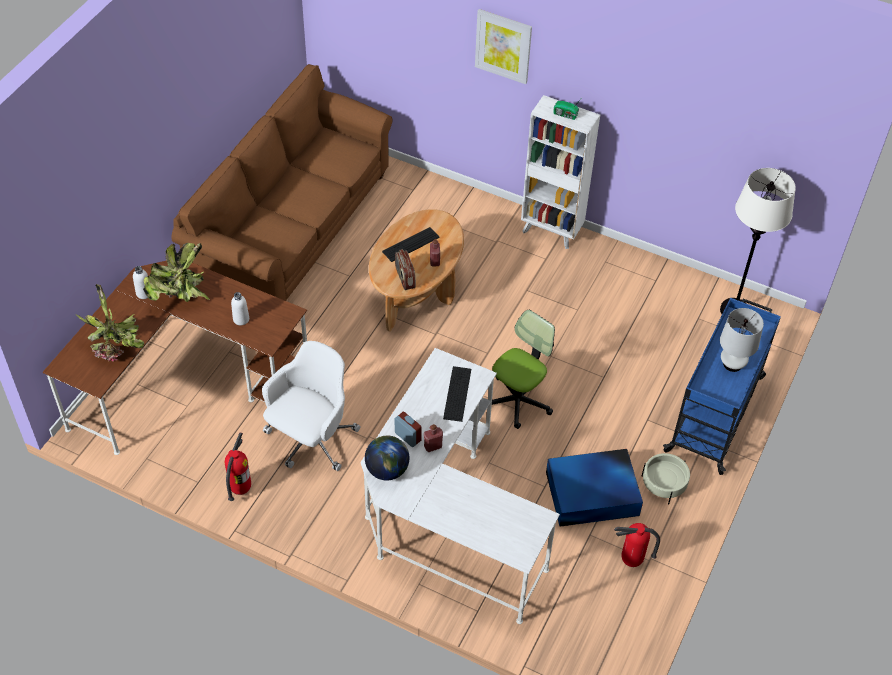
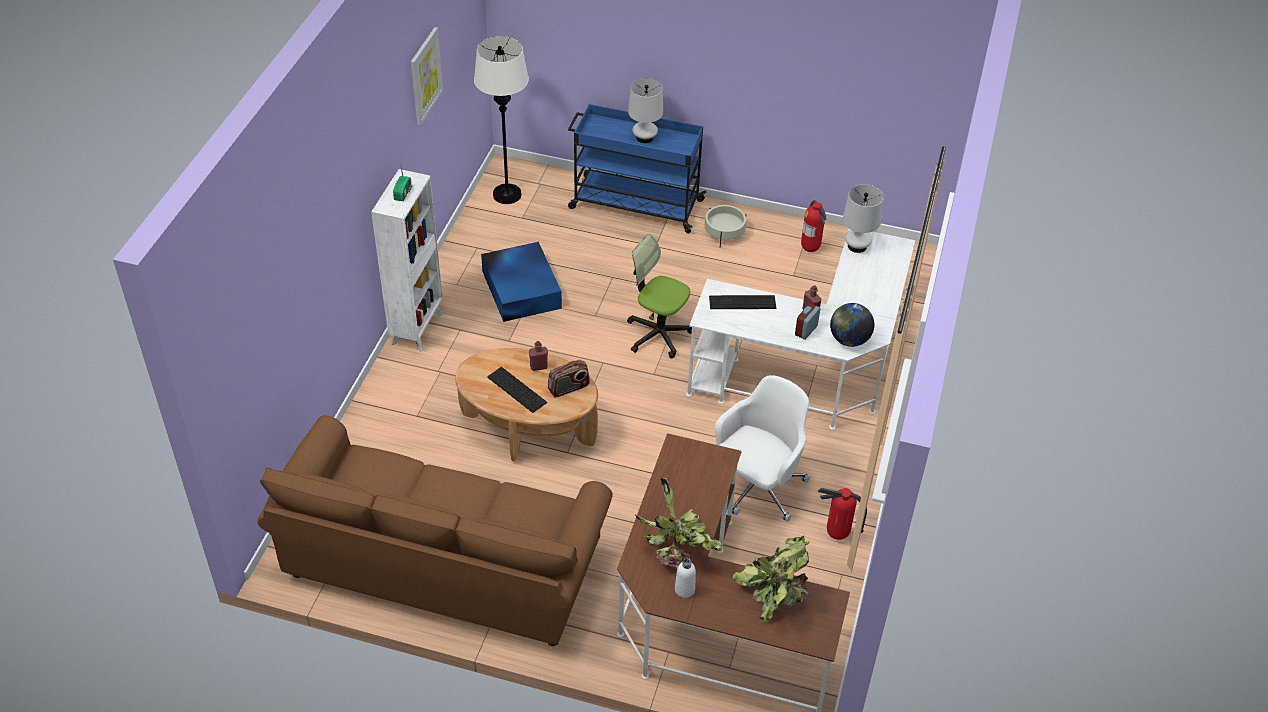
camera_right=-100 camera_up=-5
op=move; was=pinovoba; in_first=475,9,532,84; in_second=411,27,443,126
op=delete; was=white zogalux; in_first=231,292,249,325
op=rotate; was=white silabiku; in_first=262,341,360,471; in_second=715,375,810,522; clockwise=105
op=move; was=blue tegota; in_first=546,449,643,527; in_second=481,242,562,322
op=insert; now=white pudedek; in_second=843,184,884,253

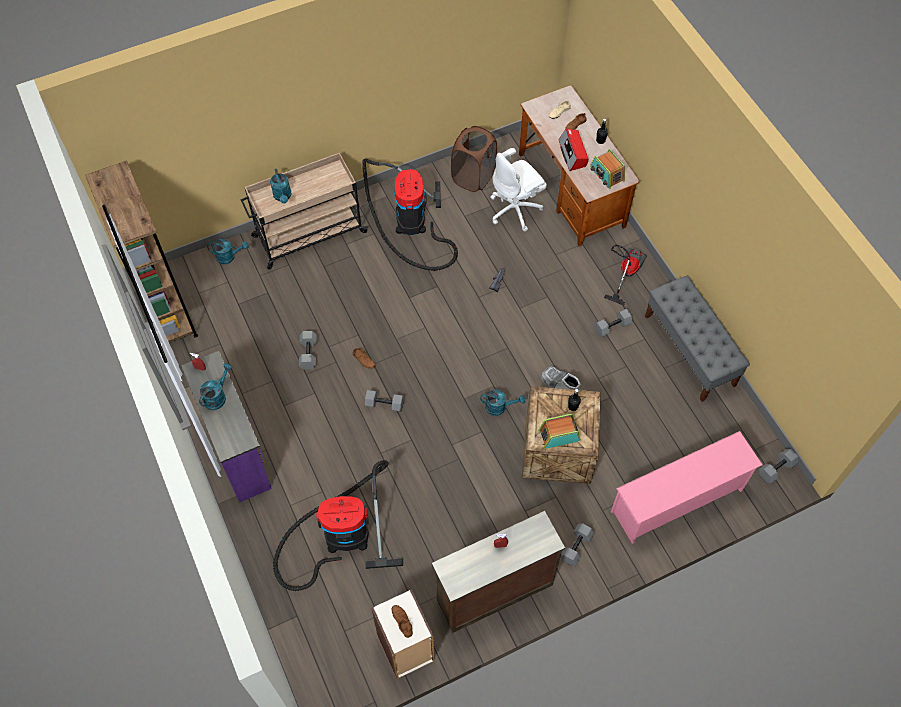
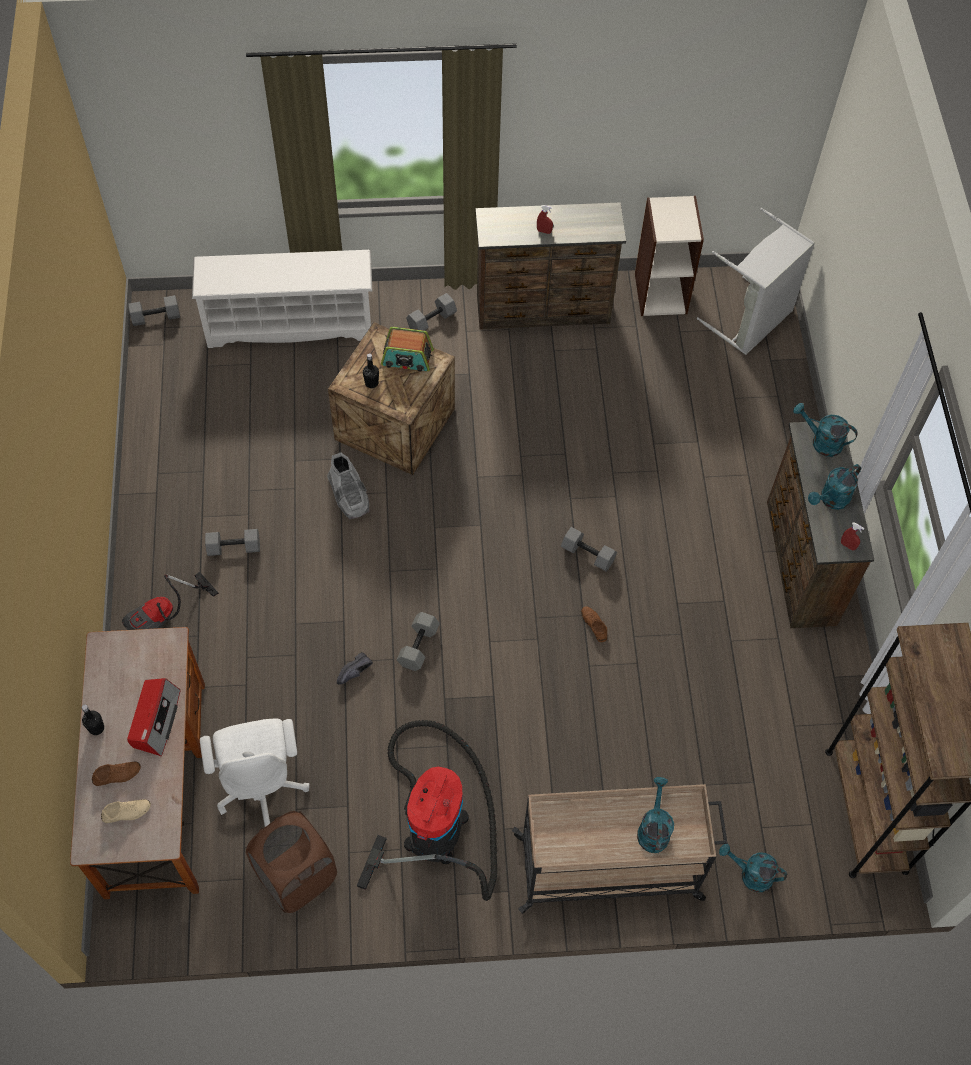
camera_right=-160 camera_up=0
op=rotate; was=white silabiku; in_first=490,148,547,231; in_second=200,718,310,827; clockwise=90
op=delete; was=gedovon; in_first=590,149,625,189
op=delete; was=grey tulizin; in_first=645,275,750,402
op=move; was=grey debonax; in_first=298,331,317,370; in_second=397,612,440,671
op=recolor; was=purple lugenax; now=brown lugenax; in_first=181,351,272,502; in_second=767,421,874,628
op=move; was=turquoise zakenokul; in_first=480,389,525,416; in_second=793,403,858,457
op=recolor; was=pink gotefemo; now=white gotefemo; in_first=611,431,763,544; in_second=192,250,372,348
op=delete; was=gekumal; in_first=273,460,403,591
op=delete; was=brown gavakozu; in_first=392,605,413,638
op=insert; now=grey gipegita; in_second=697,208,815,355

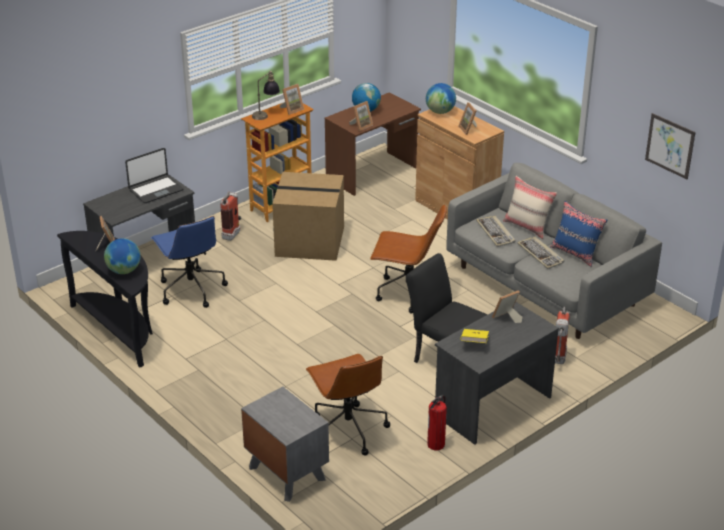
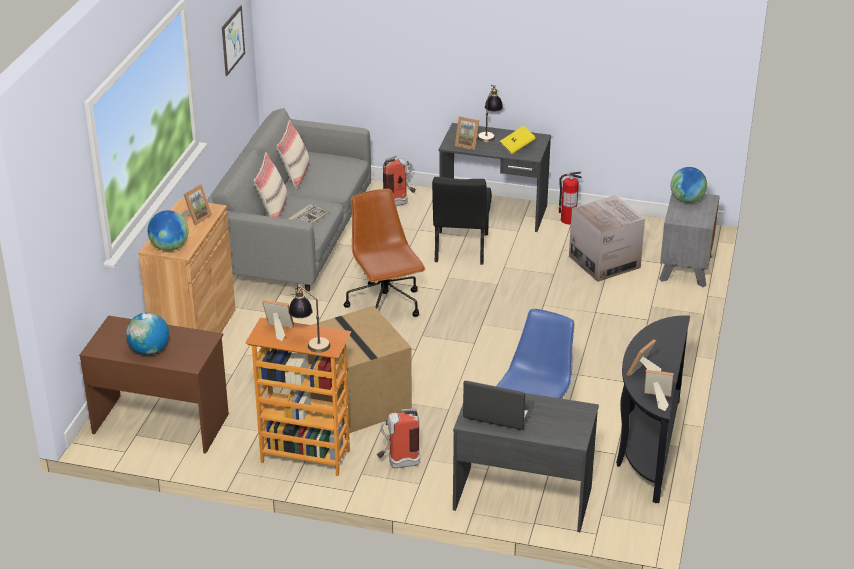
camera_right=-125 camera_up=0
op=move; was=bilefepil; in_first=349,101,373,131; in_second=644,369,674,411
op=recolor; was=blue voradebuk; now=beige voradebuk; in_first=550,201,607,267; in_second=276,120,310,190
op=delete; was=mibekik; in_first=517,237,564,269
op=move; was=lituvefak; in_first=104,238,141,274; in_second=671,167,707,203
op=replace; was=brown silabiku; now=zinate; in_first=306,354,390,456; in_second=569,195,645,282
op=insert; now=pudedek; in_second=478,85,503,142

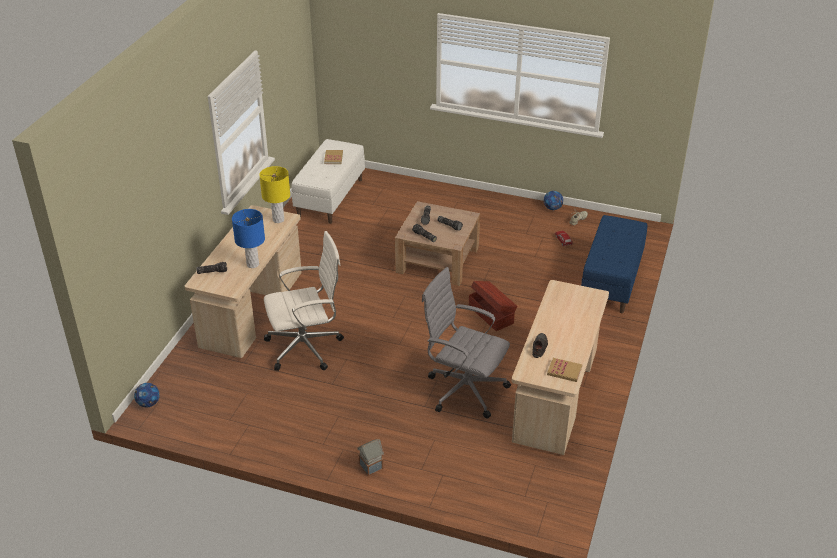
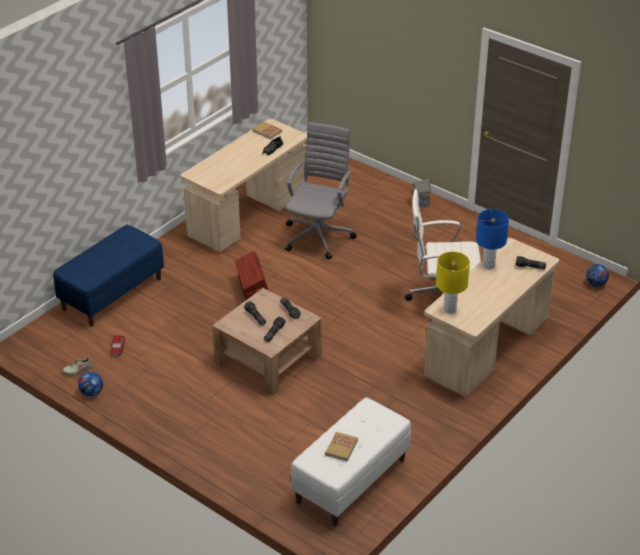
camera_right=-160 camera_up=0
op=rotate; was=grey silabiku; in_first=422,267,511,418; in_second=285,122,357,259; clockwise=-120

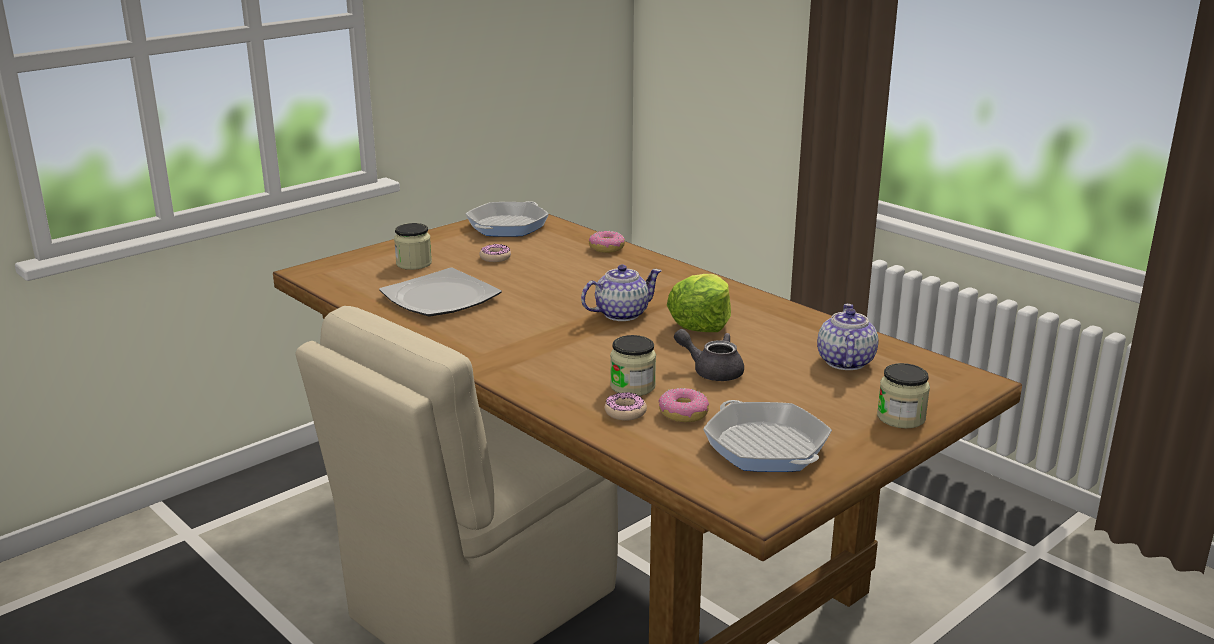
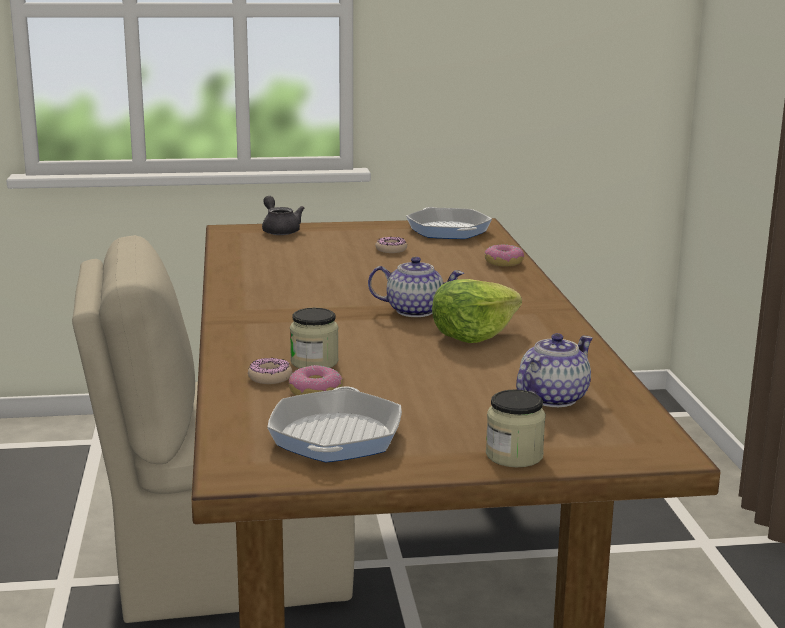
camera_right=35 camera_up=-5
op=rotate; was=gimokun; in_first=465,201,549,237; in_second=406,207,492,239; clockwise=-90
op=delete; was=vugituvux; in_first=394,223,432,270
op=delete; was=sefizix; in_first=379,268,502,316
op=move; was=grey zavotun; in_first=674,329,744,381; in_second=262,196,304,235

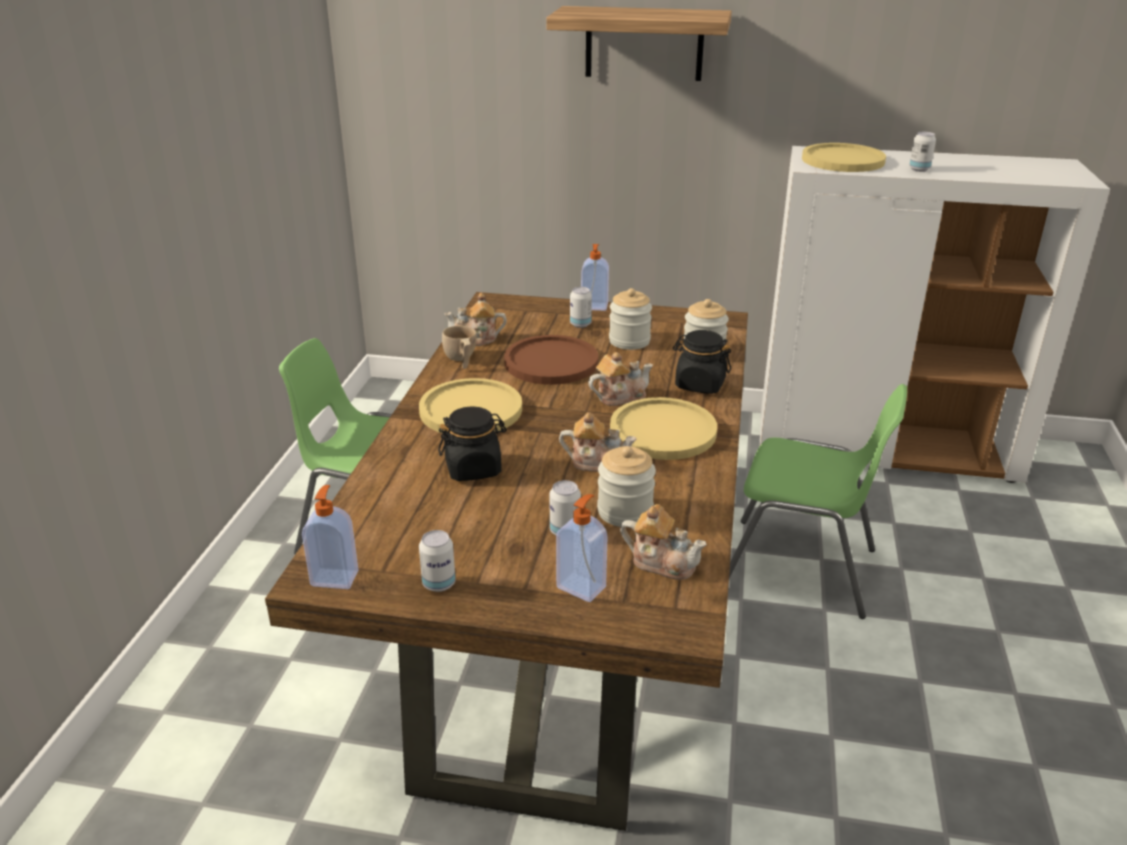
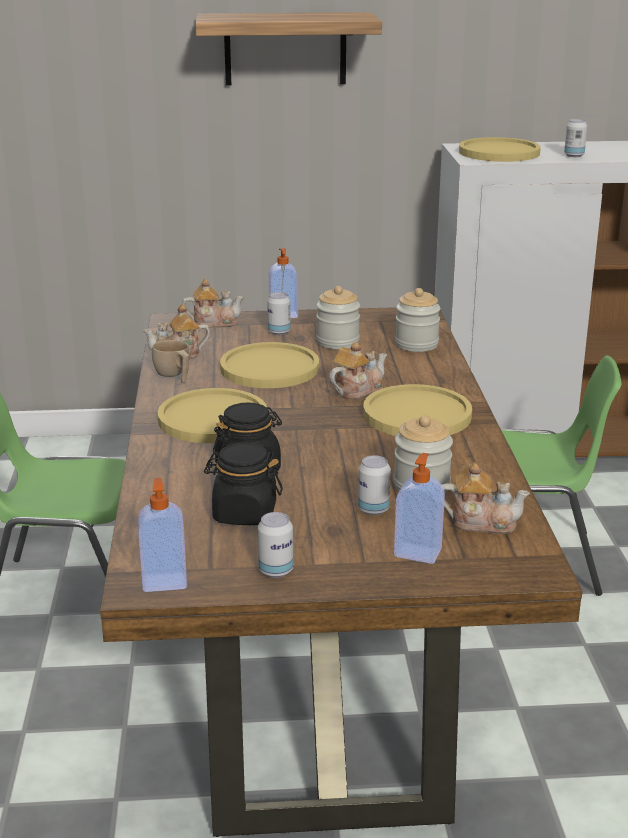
camera_right=-15 camera_up=-5
op=move; was=black vugituvux; in_first=673,330,731,394; in_second=204,442,283,525
op=recolor; was=brown sefizix; now=yellow sefizix; in_first=504,335,598,385; in_second=220,342,319,388
op=move; was=zavotun; in_first=559,412,637,472; in_second=182,279,244,328

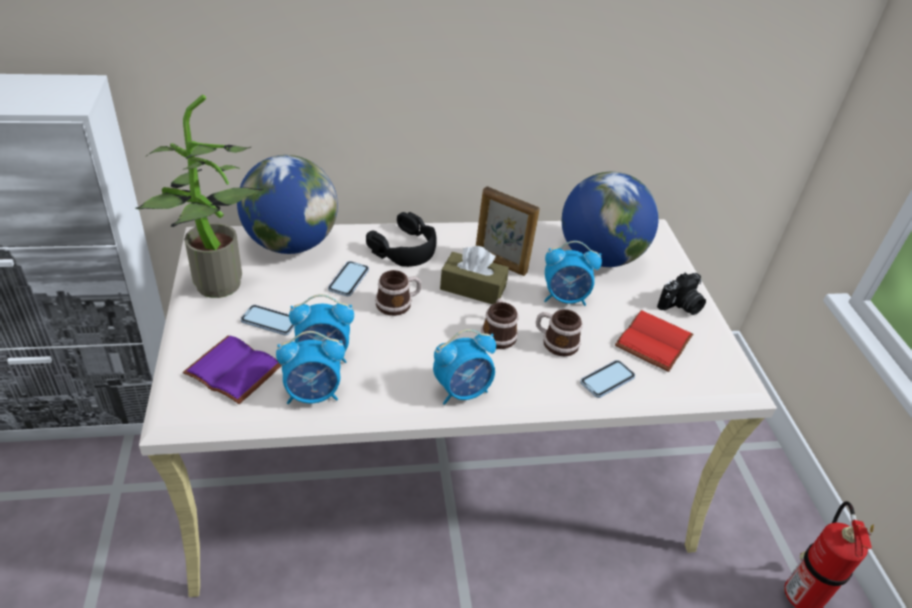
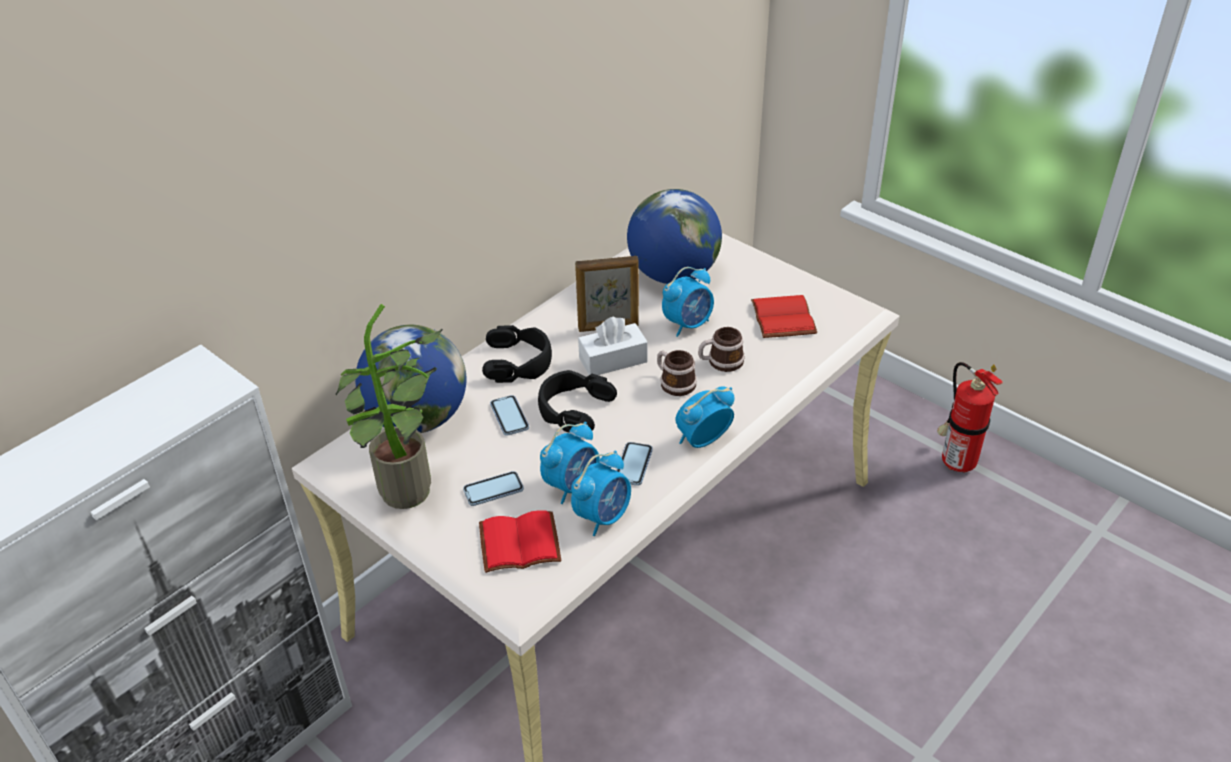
camera_right=-35 camera_up=0
op=recolor; was=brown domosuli; now=white domosuli; in_first=440,246,509,304; in_second=578,317,648,375
op=replace; was=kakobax; now=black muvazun; in_first=375,270,421,316; in_second=538,370,617,432
op=delete; was=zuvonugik; in_first=657,273,706,315
op=rotate; was=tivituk; in_first=433,329,496,405; in_second=675,386,734,448; clockwise=-150
op=recolor; was=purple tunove; now=red tunove; in_first=183,335,282,404; in_second=479,511,562,573
op=move; was=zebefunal; in_first=580,360,635,398; in_second=617,442,653,486

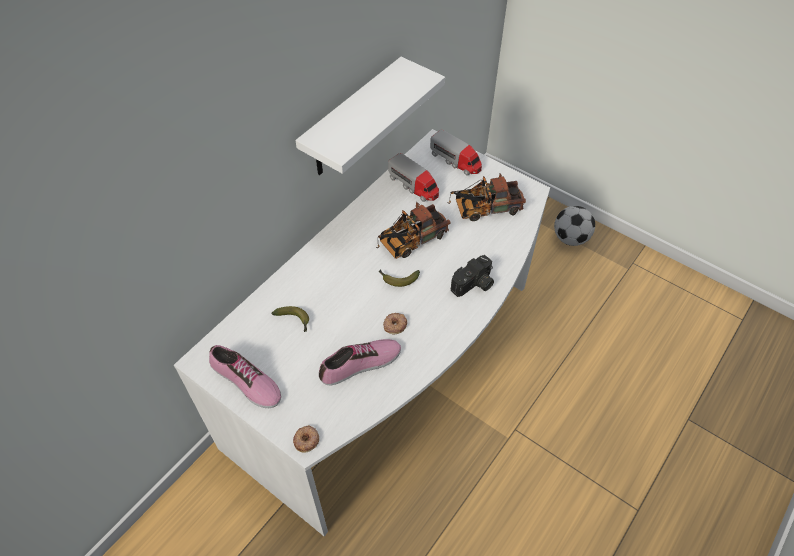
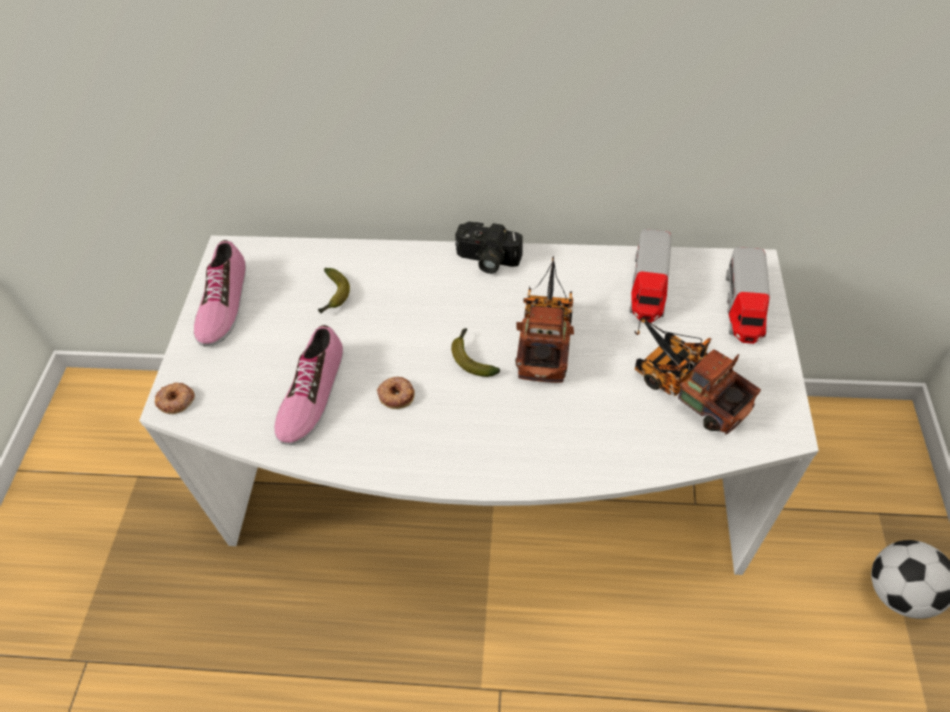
camera_right=60 camera_up=0
op=delete; was=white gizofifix; in_first=295,57,445,175
op=rotate; was=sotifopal; in_first=376,202,451,259; in_second=515,256,574,383; clockwise=75
op=move; was=zuvonugik; in_first=451,255,494,297; in_second=455,222,523,274
op=rotate; was=gavakozu; in_first=319,339,401,386; in_second=274,325,343,445; clockwise=75

